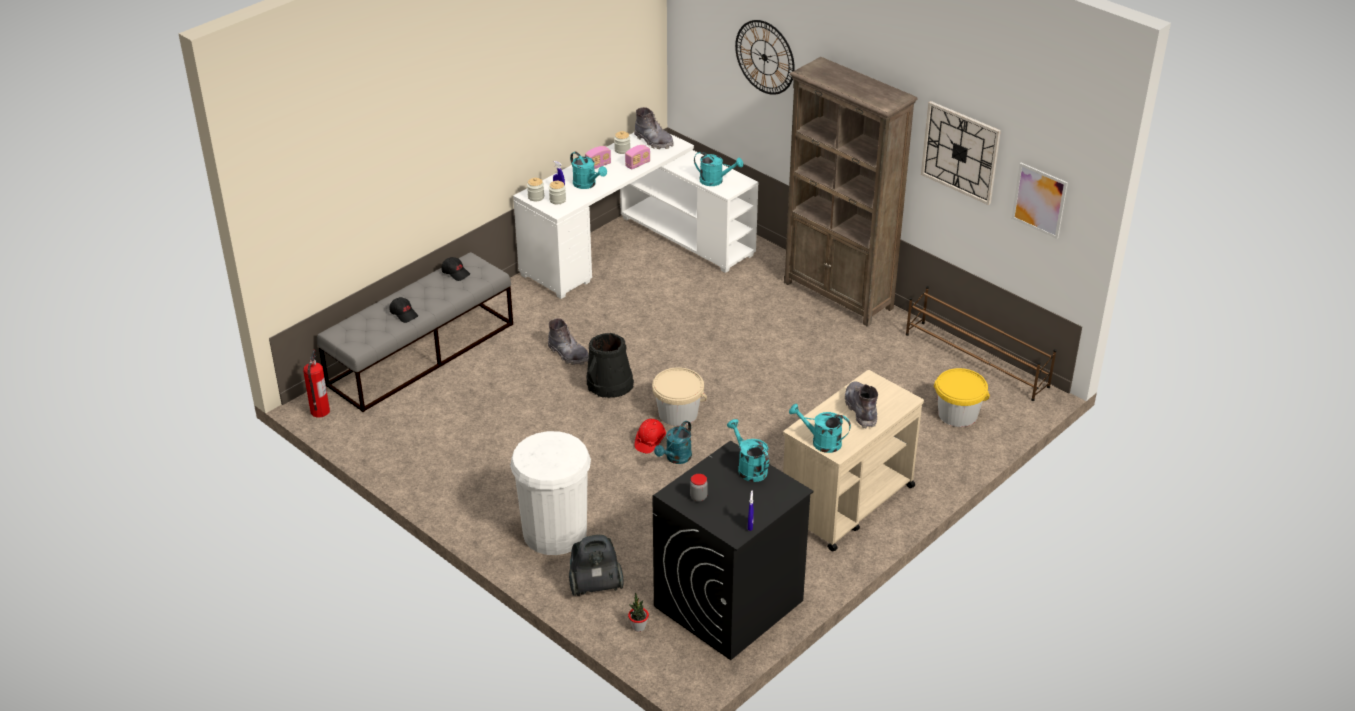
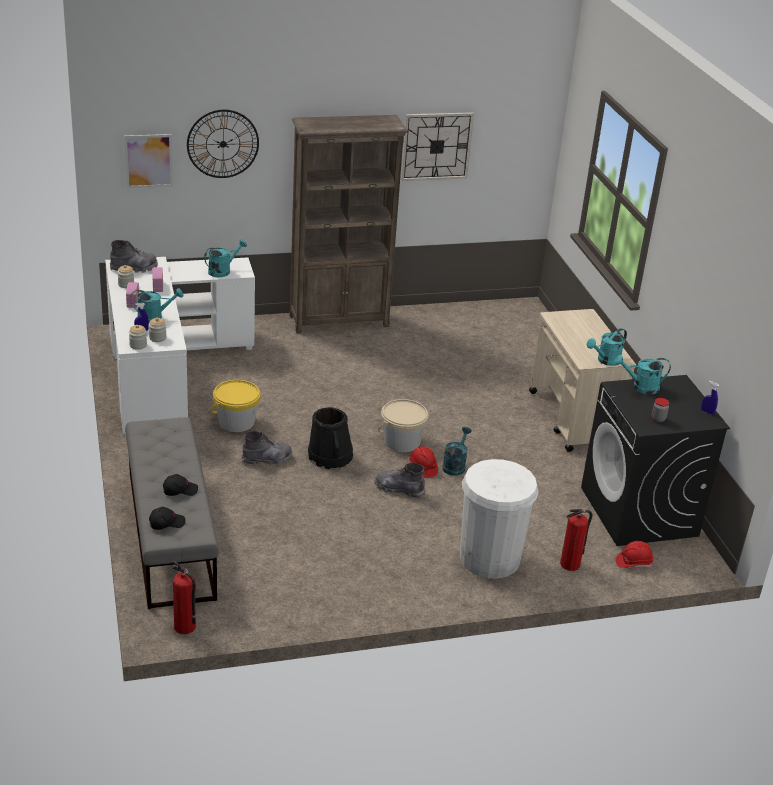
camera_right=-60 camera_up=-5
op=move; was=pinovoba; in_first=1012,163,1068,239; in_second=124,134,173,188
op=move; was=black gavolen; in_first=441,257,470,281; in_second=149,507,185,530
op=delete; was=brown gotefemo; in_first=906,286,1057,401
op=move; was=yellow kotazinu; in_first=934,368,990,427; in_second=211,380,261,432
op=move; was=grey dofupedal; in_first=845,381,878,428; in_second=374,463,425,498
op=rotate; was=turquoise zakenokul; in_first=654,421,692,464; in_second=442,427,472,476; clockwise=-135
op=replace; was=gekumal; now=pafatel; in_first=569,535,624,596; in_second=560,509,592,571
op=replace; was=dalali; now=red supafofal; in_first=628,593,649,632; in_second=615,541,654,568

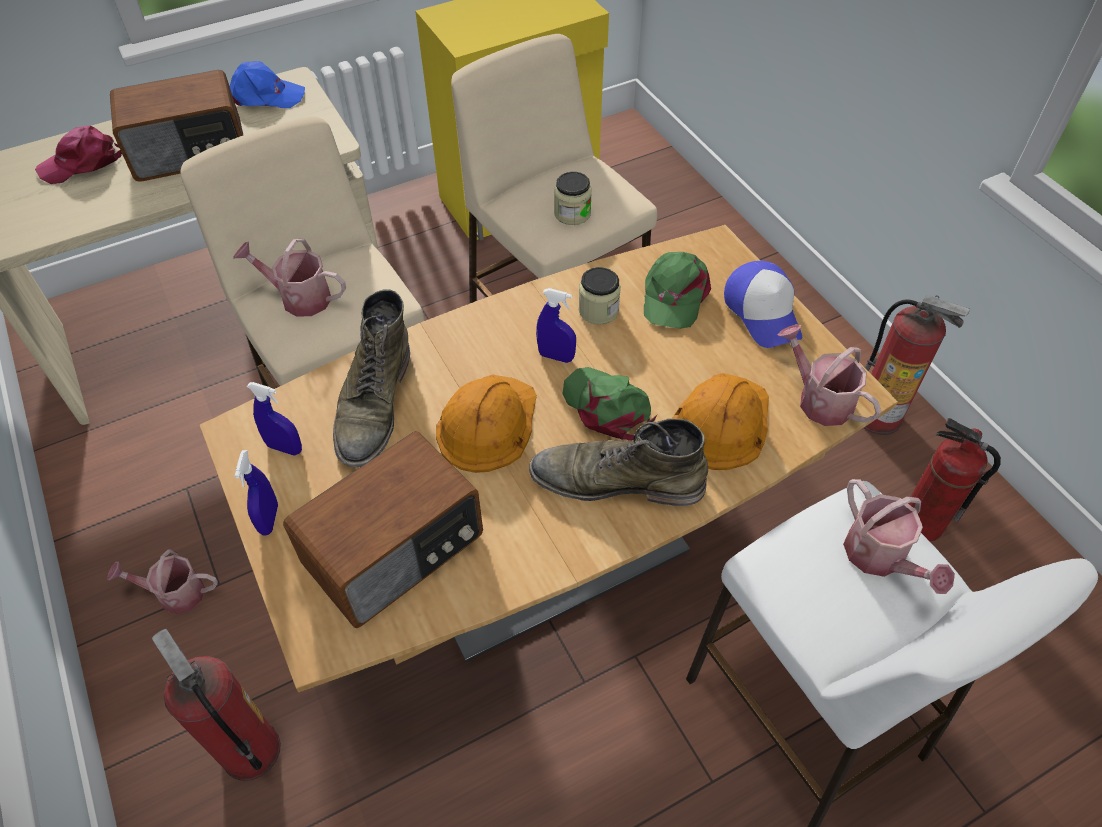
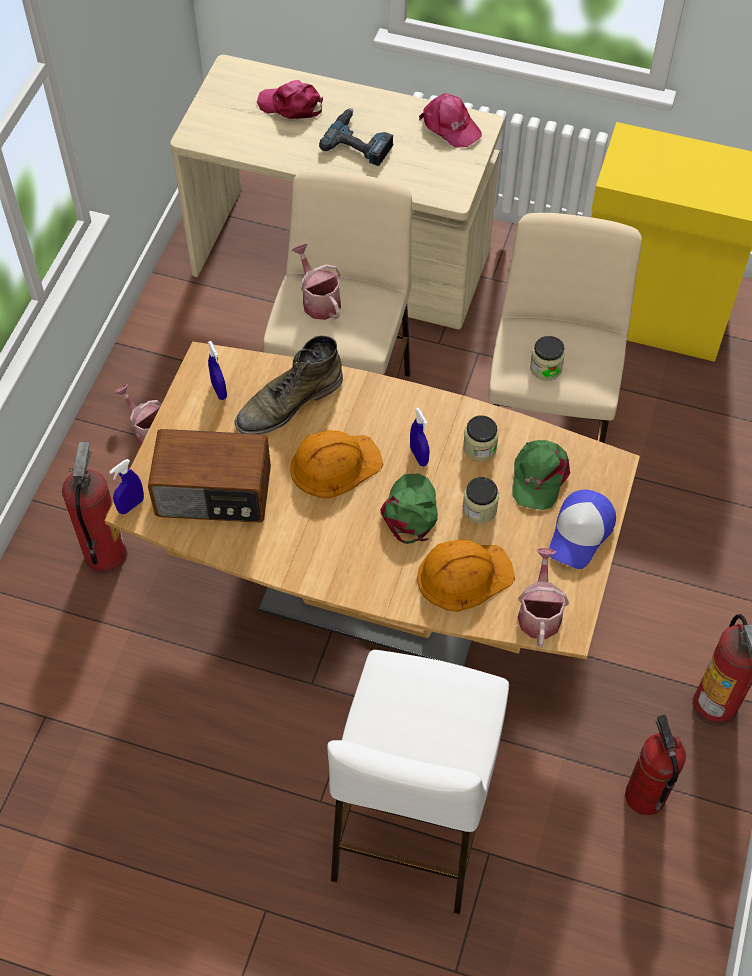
camera_right=45 camera_up=5
op=recolor; was=blue gavolen; now=pink gavolen; in_first=230,61,305,108; in_second=419,93,482,148
op=replace; was=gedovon; now=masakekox; in_first=110,70,243,182; in_second=319,108,394,166
op=rotate; was=green gavolen; in_first=644,252,711,329; in_second=512,440,570,510; clockwise=-45
op=delete; was=green dofupedal; in_first=529,419,708,506
op=move; was=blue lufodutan; in_first=235,450,278,536; in_second=109,459,144,514
op=delete; was=zakenokul; in_first=843,479,955,594
op=insert; now=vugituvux; in_second=463,477,499,524

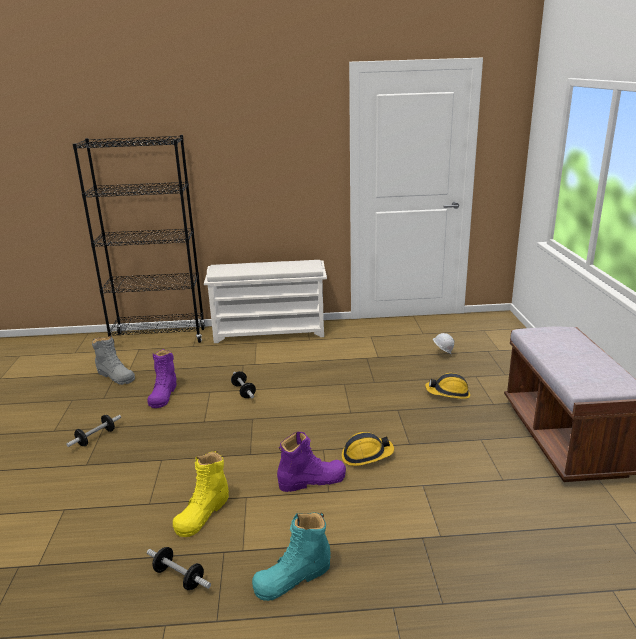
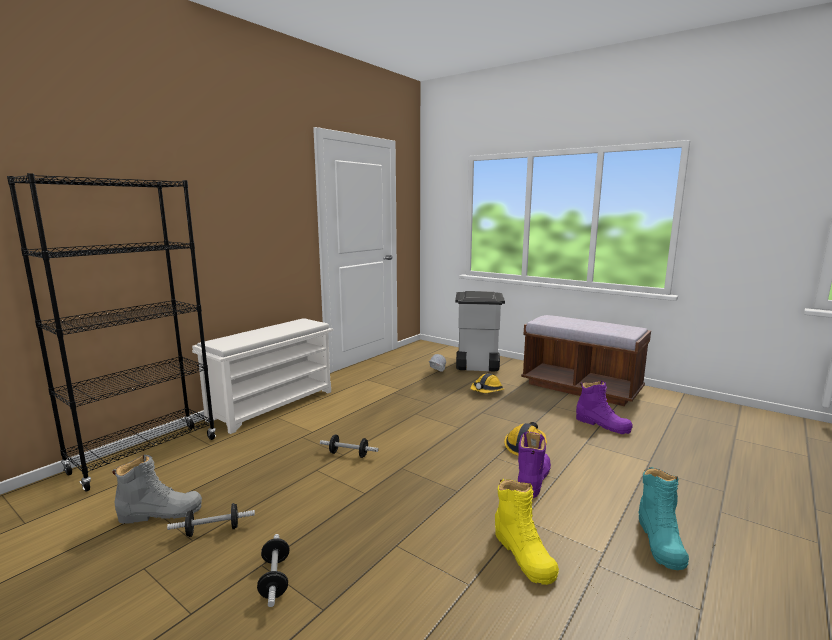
camera_right=-50 camera_up=-10
op=move; was=purple dofupedal; in_first=147,349,177,408; in_second=576,381,633,434
op=move; was=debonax; in_first=147,547,211,590; in_second=167,503,255,537
op=insert; now=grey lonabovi; in_second=455,291,505,372

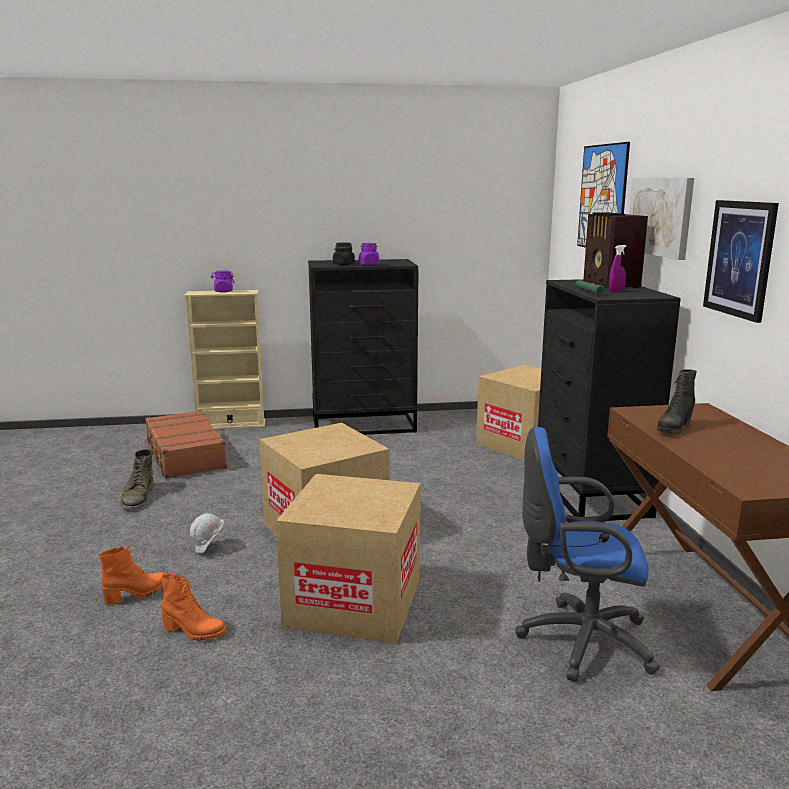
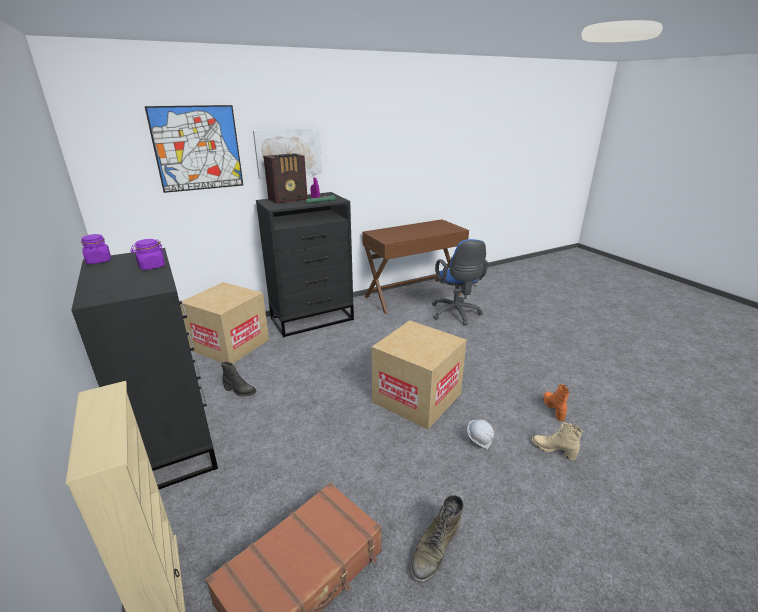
camera_right=-110 camera_up=10
op=delete; was=pinovoba; in_first=703,200,779,323
op=delete; was=black vugituvux; in_first=333,242,355,265
op=move; was=purple vugituvux; in_first=211,270,235,293; in_second=81,234,111,264
op=move; was=black dofupedal; in_first=657,370,696,434; in_second=221,362,256,397
op=rotate; was=green dofupedal; in_first=120,449,154,509; in_second=410,495,463,583; clockwise=150
op=delete; was=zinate; in_first=276,474,421,644
op=recolor; was=orange dofupedal; now=beige dofupedal; in_first=99,547,165,605; in_second=532,422,583,461

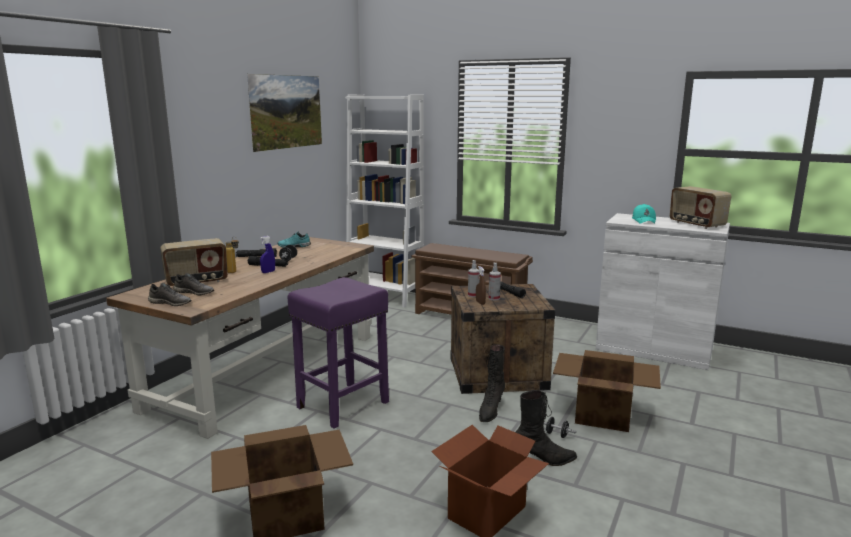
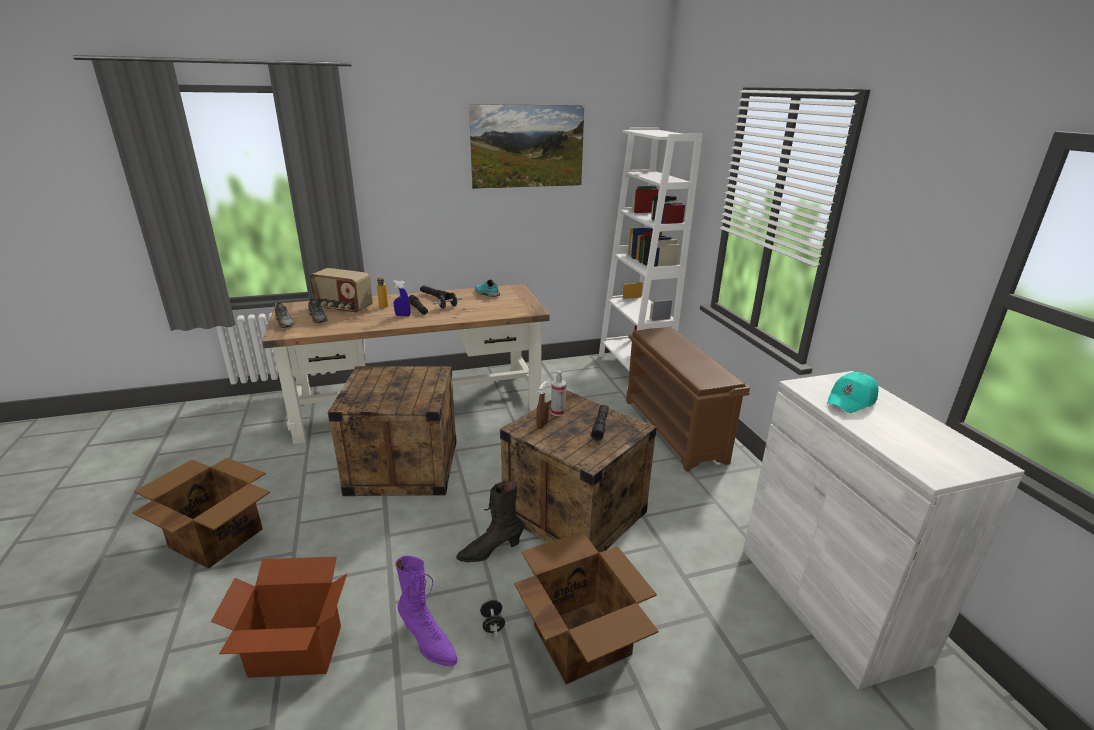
camera_right=45 camera_up=10
op=delete; was=gedovon; in_first=670,186,731,229
op=delete; was=lufodutan; in_first=488,263,501,300
op=replace; was=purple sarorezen; now=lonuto; in_first=288,277,389,429; in_second=328,366,457,496
op=recolor; was=black dofupedal; now=purple dofupedal; in_first=515,390,577,466; in_second=395,556,458,666

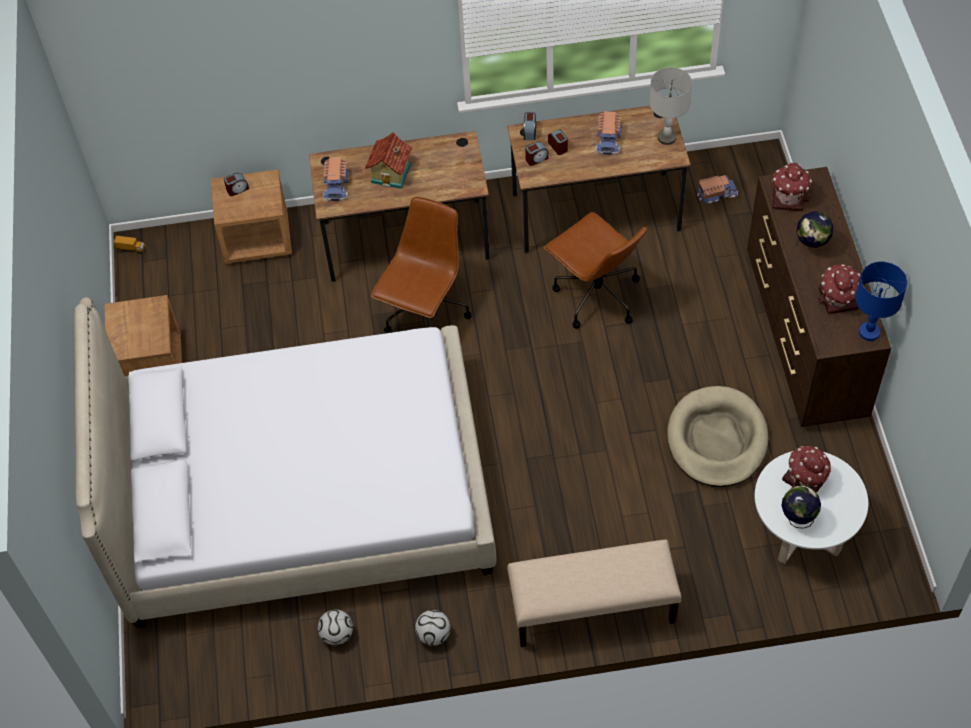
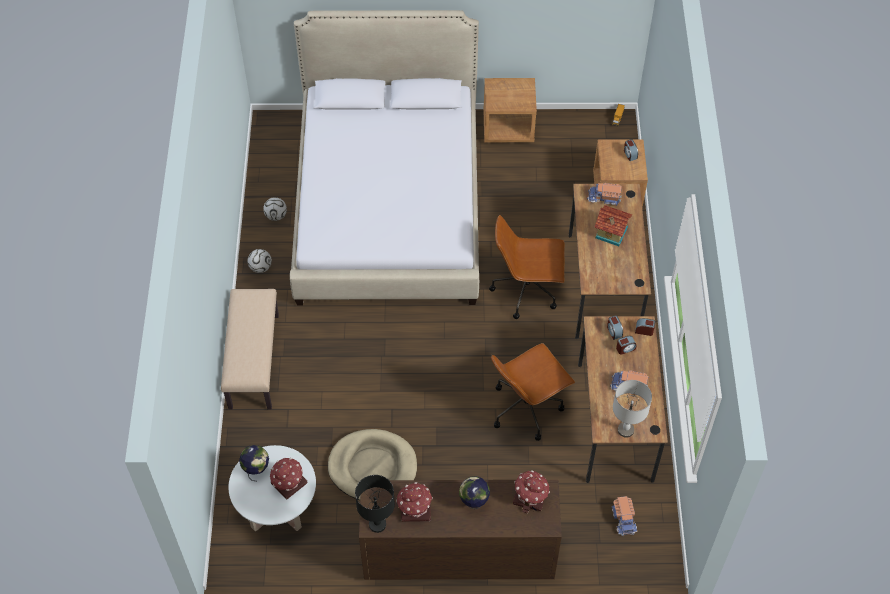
camera_right=95 camera_up=0
op=rotate; was=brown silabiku; in_first=371,197,472,333; in_second=489,215,565,319; clockwise=150
op=recolor; was=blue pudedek; now=black pudedek; in_first=855,261,908,341; in_second=355,475,395,533

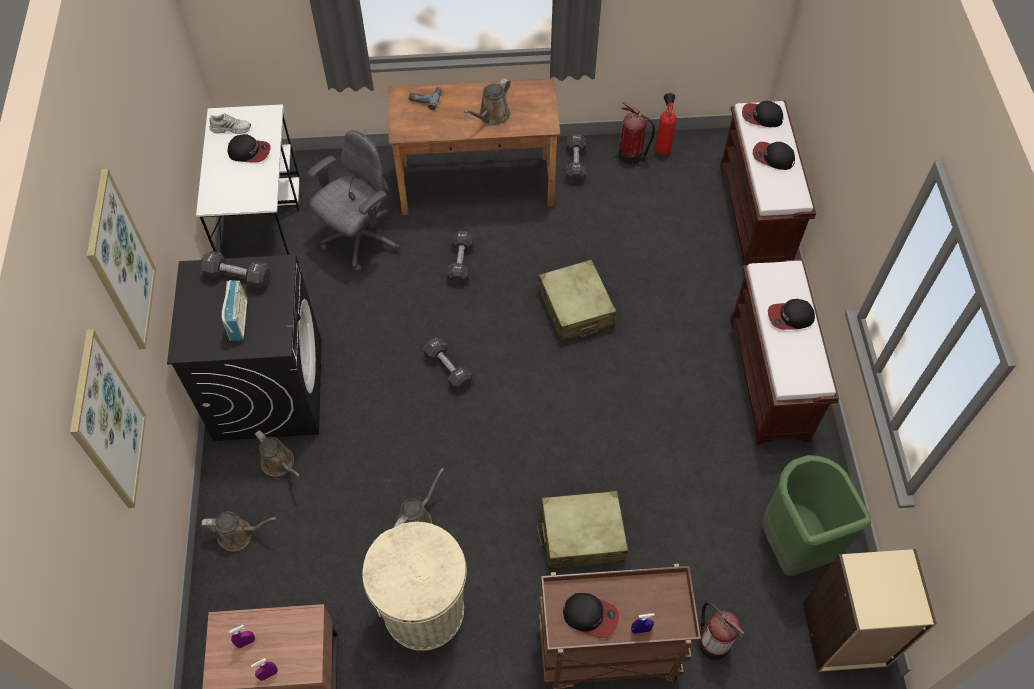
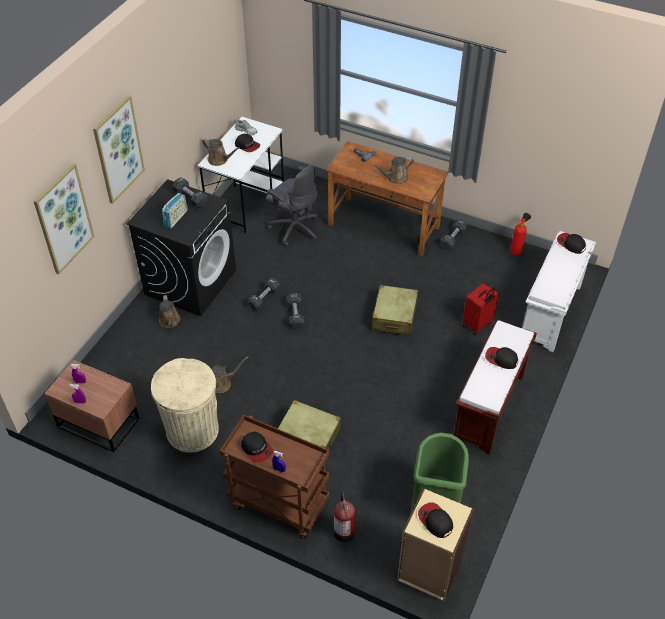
camera_right=30 camera_up=-10
op=recolor; was=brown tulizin; now=white tulizin; in_first=720,101,816,266; in_second=522,231,596,352
op=delete; was=pafatel; in_first=618,102,655,165
op=rotate; was=grey silabiku; in_first=308,130,400,272; in_second=266,165,318,247; clockwise=60
op=move; was=gavolen; in_first=753,142,795,170; in_second=418,502,453,538
op=move; was=black debonax; in_first=447,231,473,284; in_second=247,278,280,311
op=move; was=brown zakenokul; in_first=201,512,276,552; in_second=202,138,240,166
op=insert; now=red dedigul; in_second=462,283,499,335

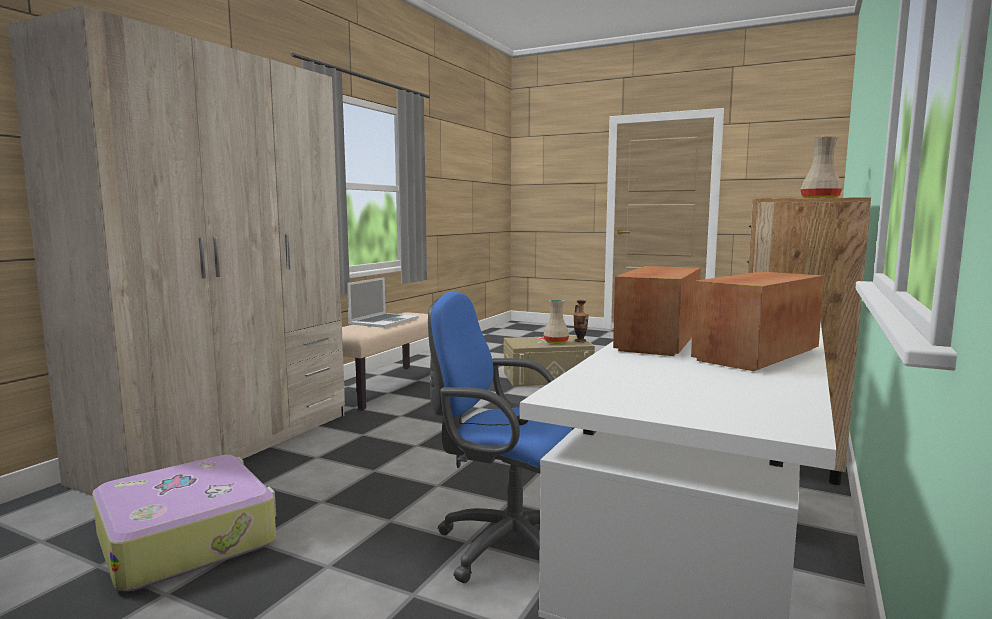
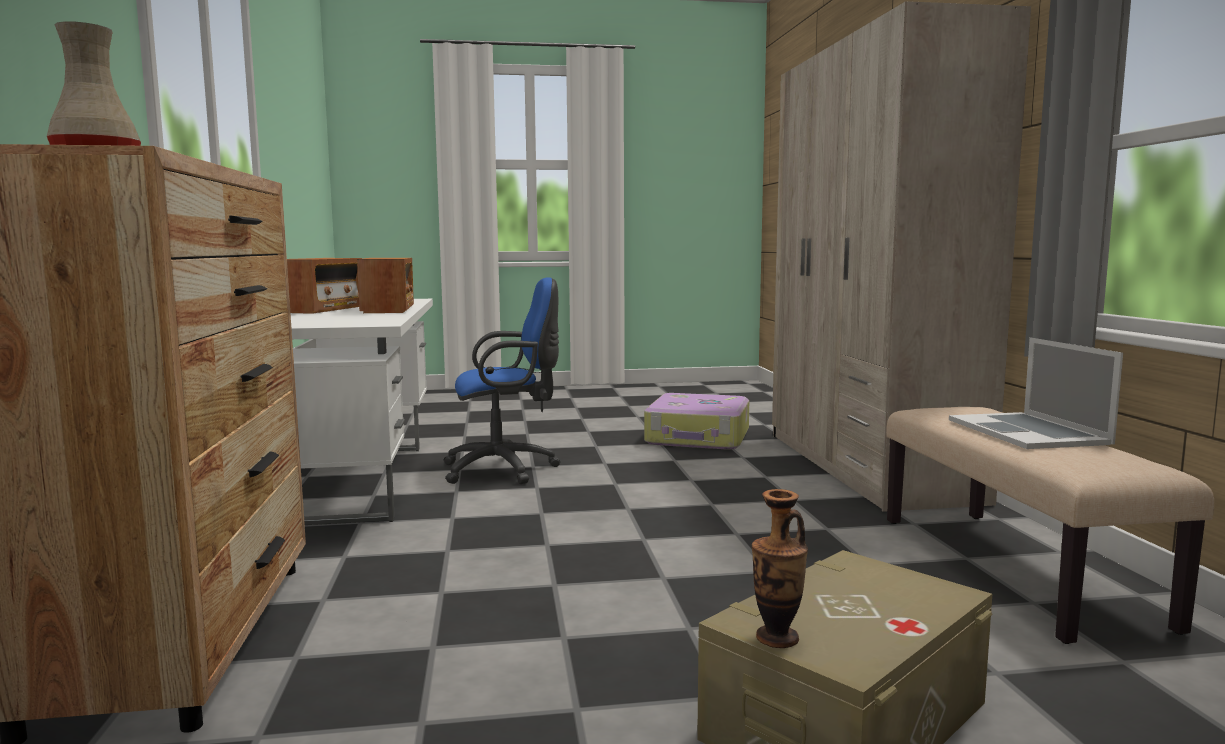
camera_right=145 camera_up=0
op=delete; was=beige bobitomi; in_first=543,300,569,344

